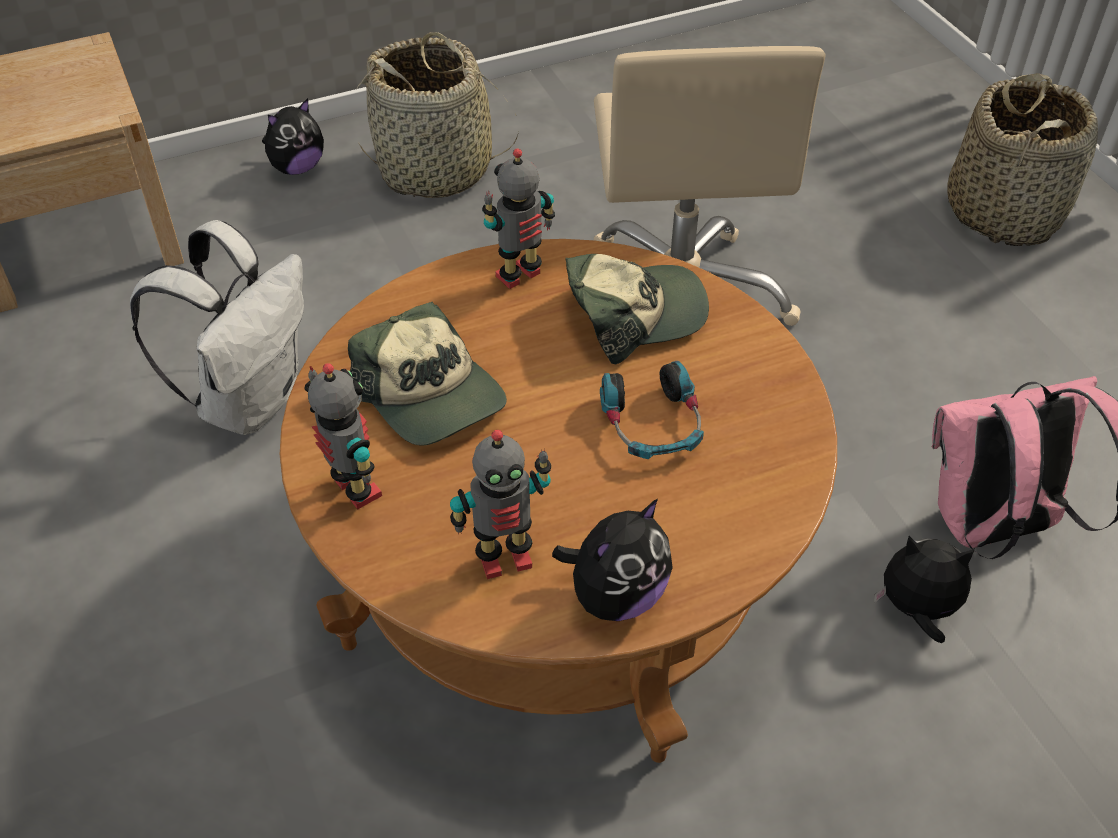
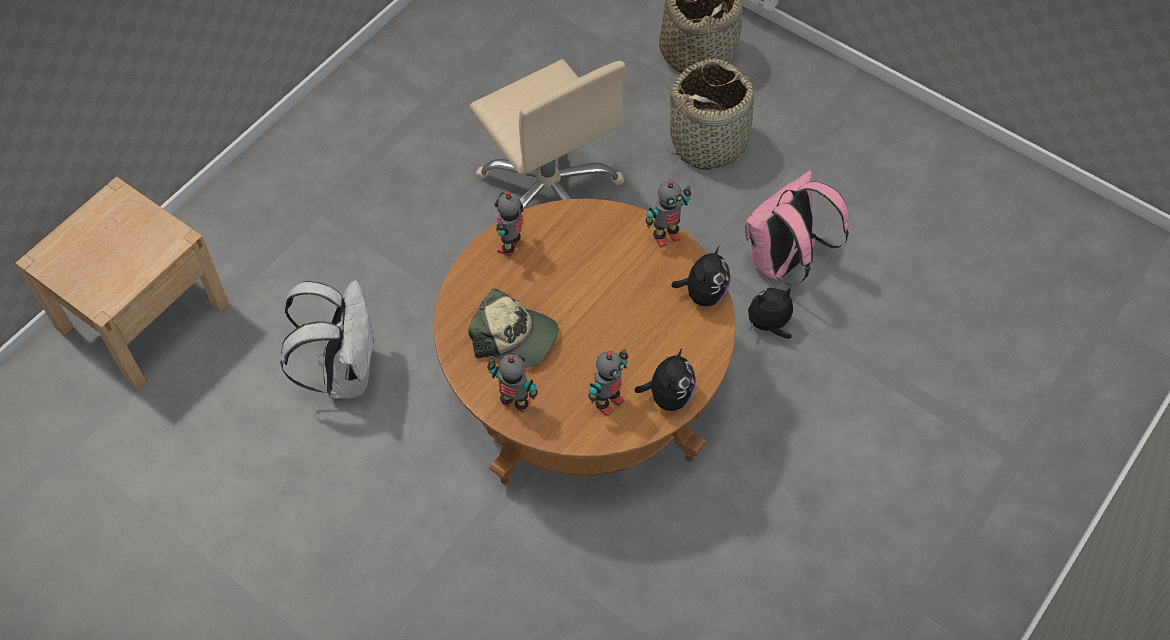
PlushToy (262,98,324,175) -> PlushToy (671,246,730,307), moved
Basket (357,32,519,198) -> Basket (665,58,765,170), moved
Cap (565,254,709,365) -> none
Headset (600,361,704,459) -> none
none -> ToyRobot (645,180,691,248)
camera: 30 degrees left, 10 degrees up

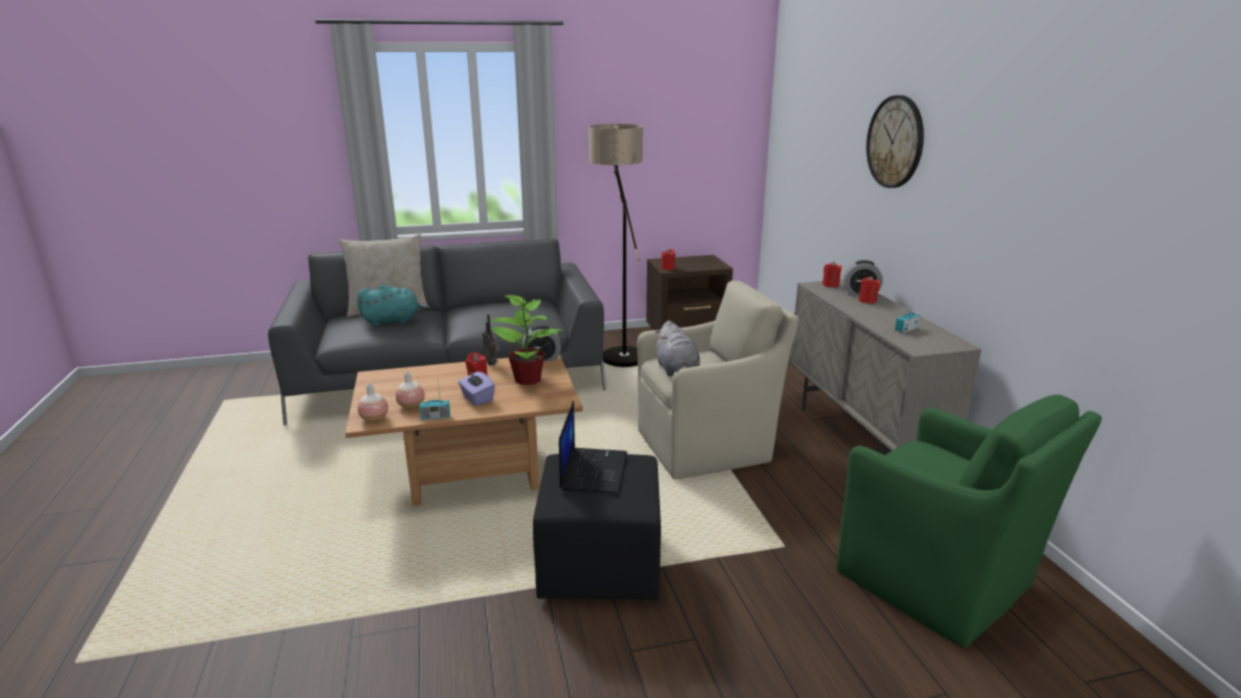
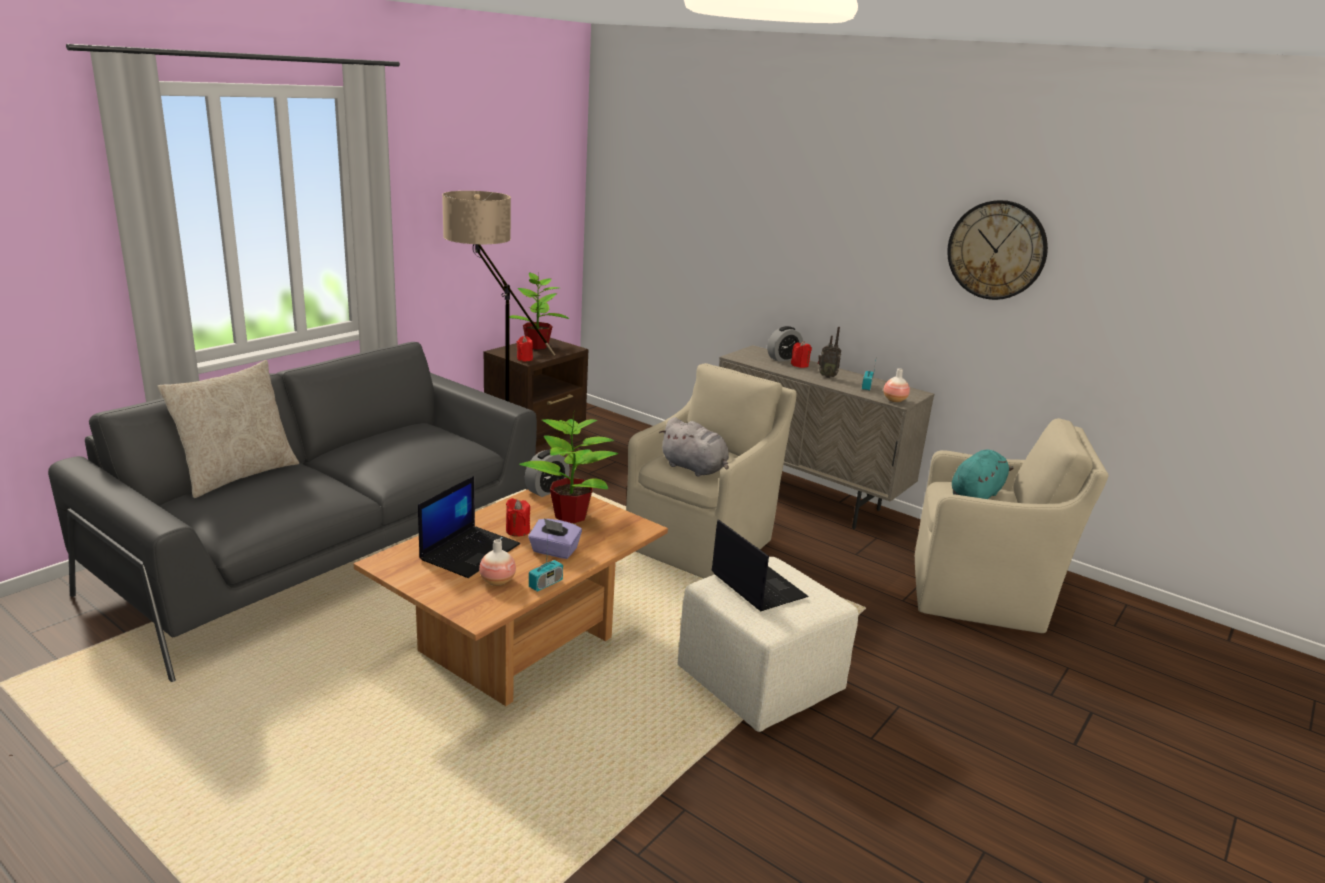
BlueGreenPlushToy (357,285,430,326) -> BlueGreenPlushToy (952,450,1014,499), moved
FlowerVase (358,384,388,422) -> FlowerVase (883,368,910,402), moved
Radio (482,314,499,366) -> Radio (817,327,841,378), moved
BlackishFootrest (533,454,661,600) -> BeigeFootrest (678,557,858,732)
ReddishCandle (822,261,842,287) -> none
GreenColouredLoungeChair (836,395,1102,648) -> BeigeLoungeChair (915,418,1108,633)
HangingClock (866,95,924,188) -> HangingClock (947,200,1048,300), moved
none -> PortableComputer (418,476,520,578)
none -> PlantInAPot (509,272,569,349)
camera: 40 degrees left, 0 degrees up

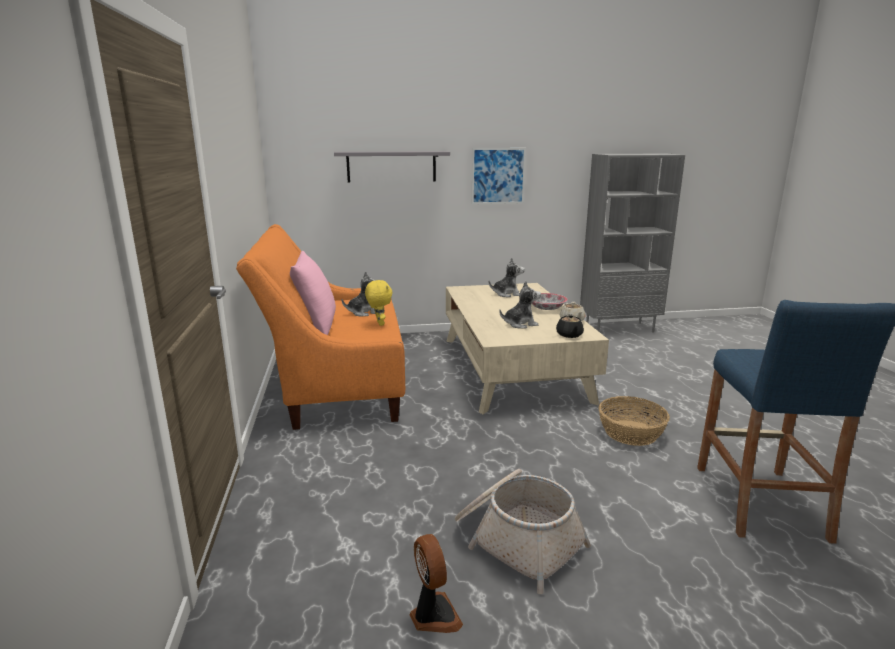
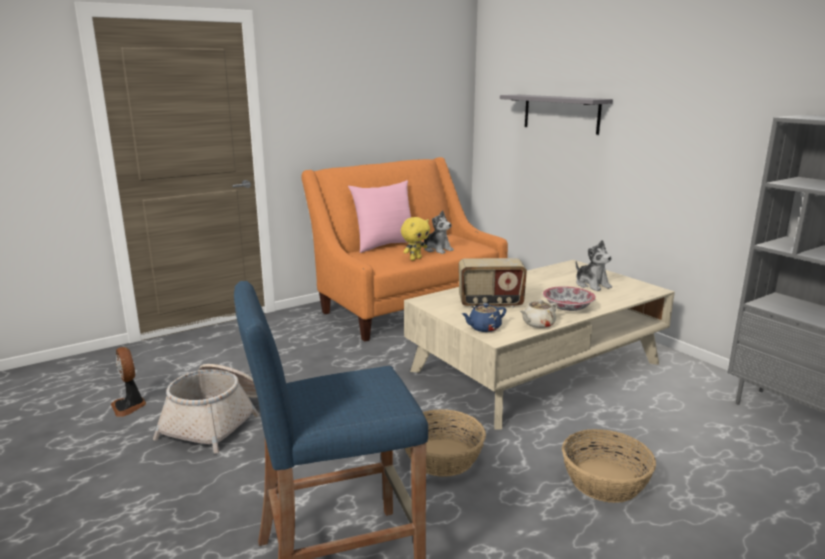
ElectricFan (410,534,463,633) -> ElectricFan (111,347,147,417), 105 degrees clockwise
Picture (472,148,526,204) -> none
PlushToy (499,281,541,329) -> Radio (459,258,527,308)
BlackishTeaPot (556,314,584,338) -> BlueColouredTeaPot (462,303,506,332)
none -> Basket (562,429,656,503)
camera: 65 degrees right, 0 degrees up

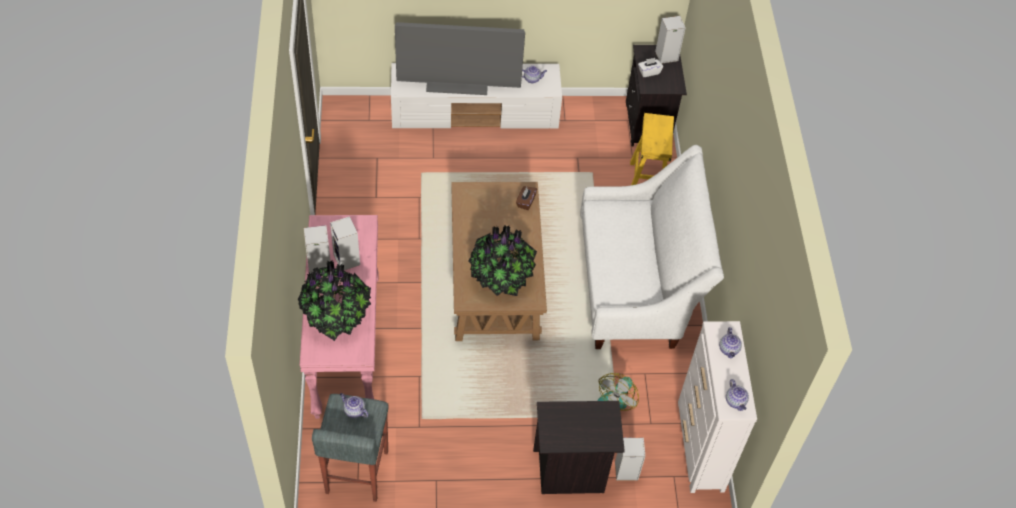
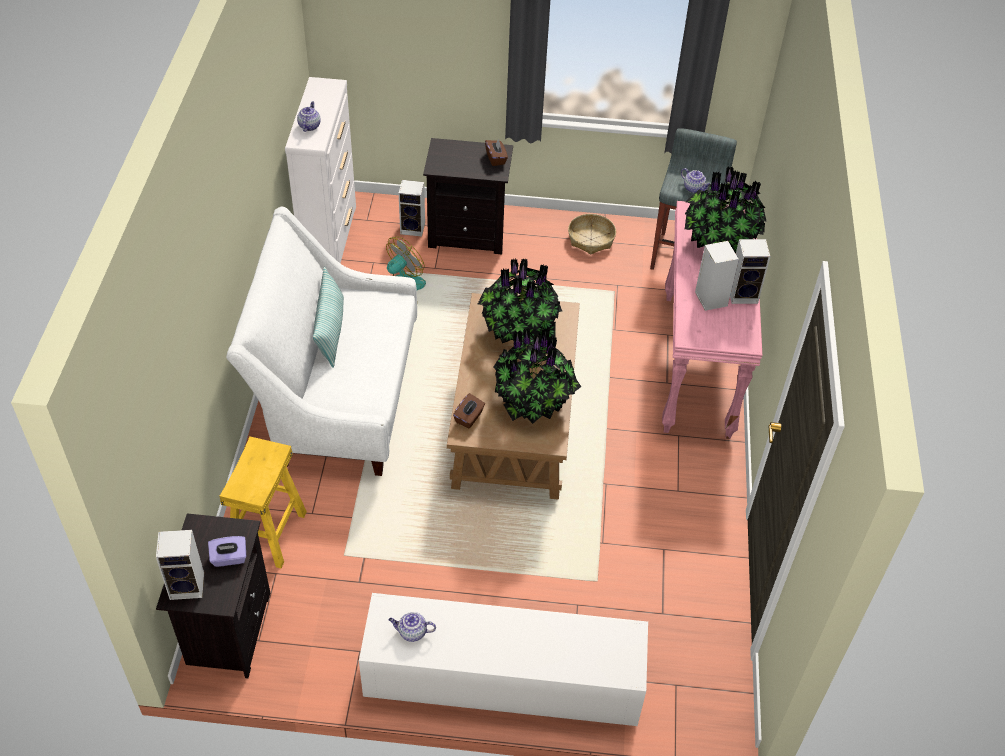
Television (395,22,525,95) -> none
WhiteColouredTissueBox (638,58,663,77) -> PurplishTissueBox (208,536,246,567)
TeaPot (726,379,749,411) -> none
none -> Cushion (313,267,344,368)
none -> BrownColouredTissueBox (485,138,508,166)
none -> PlantInAPot (494,328,581,424)
none -> Basket (568,214,616,255)
camera: 170 degrees left, 5 degrees down

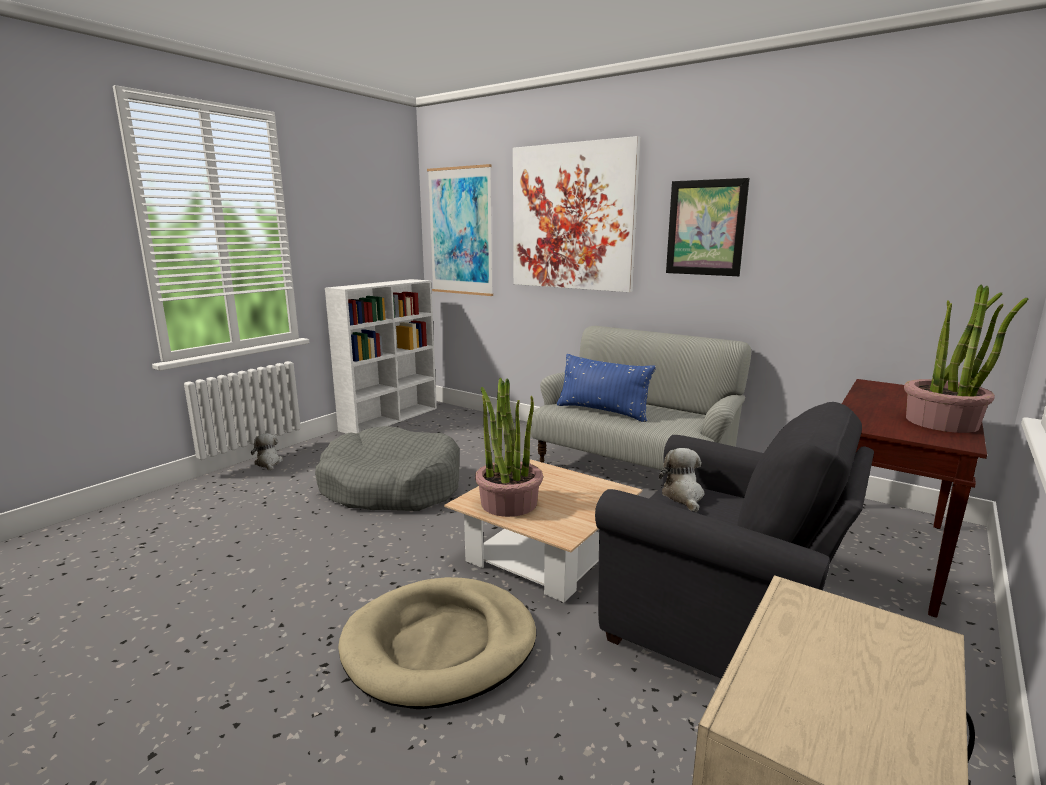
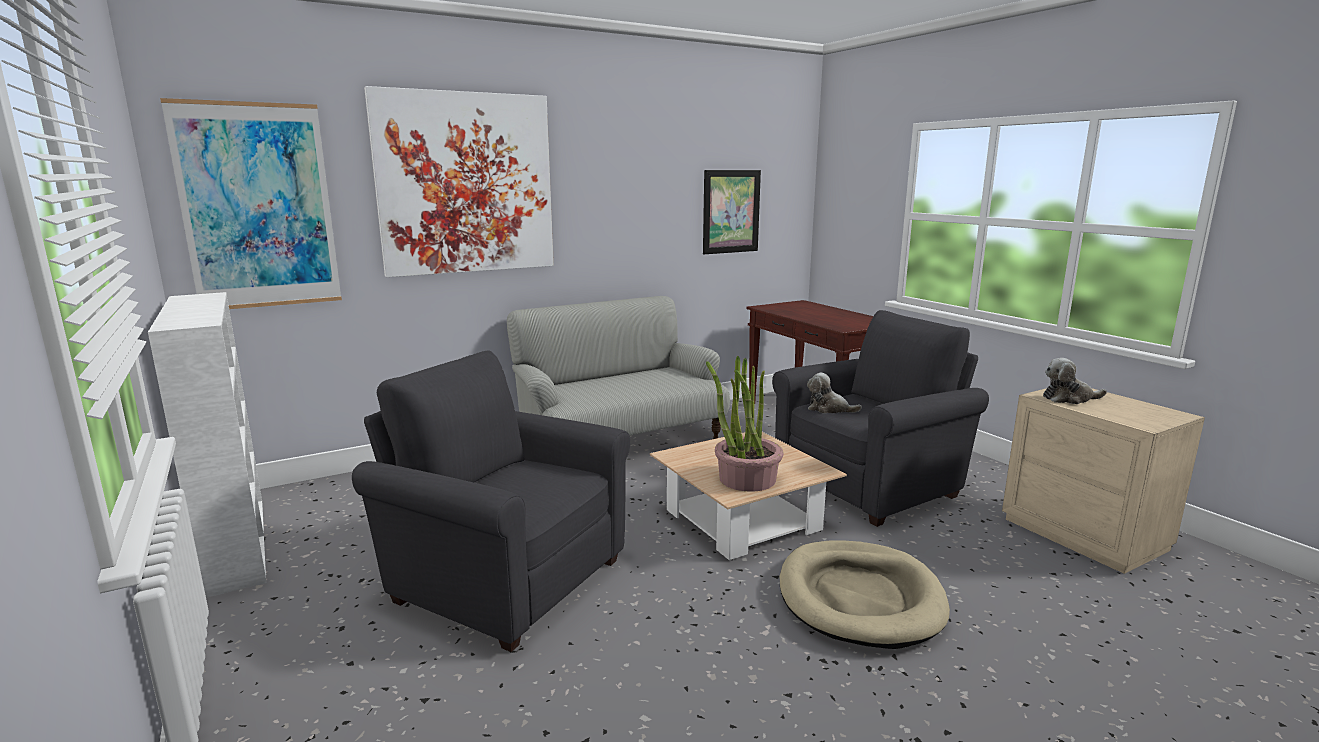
PlushToy (251,433,283,471) -> PlushToy (1043,358,1107,404), moved
GreyDogCushion (315,426,460,511) -> GreyLoungeChair (352,351,630,652)
BlueColouredCushion (557,354,656,422) -> none
Picture (666,178,749,276) -> Picture (703,170,761,254), moved
PlantInAPot (904,285,1028,433) -> none
camera: 65 degrees left, 0 degrees up

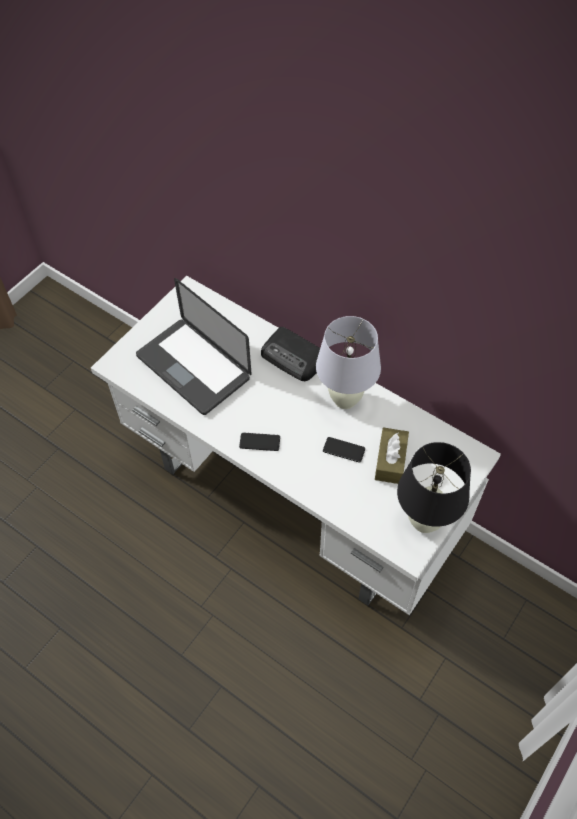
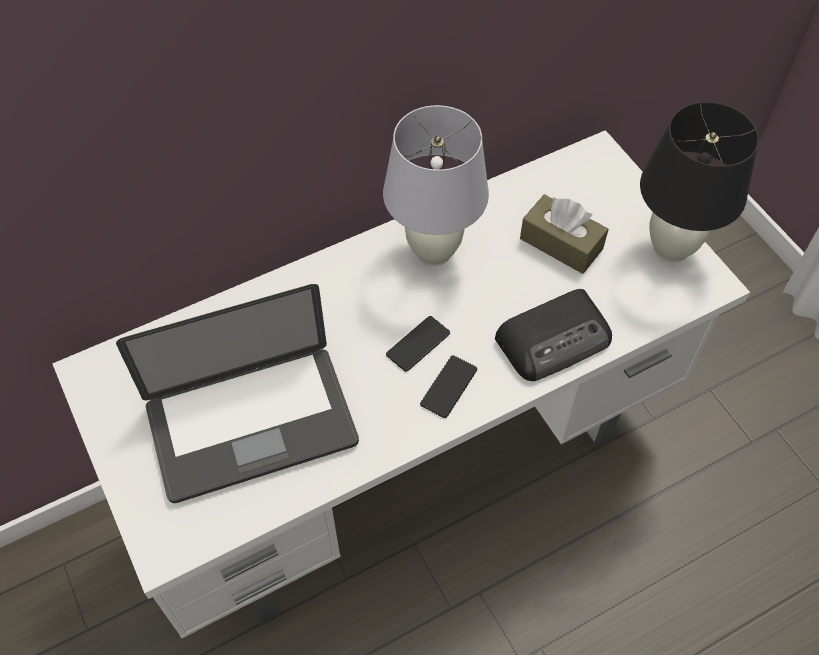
Radio (261,327,320,381) -> Radio (495,289,612,381), moved
Telephone (323,437,365,463) -> Telephone (386,316,450,372), moved
camera: 65 degrees left, 0 degrees up

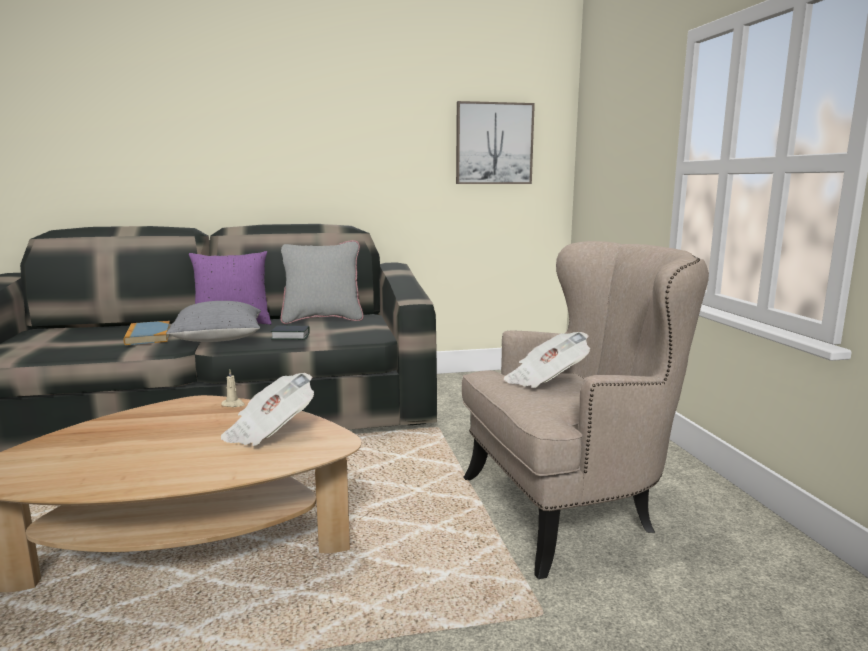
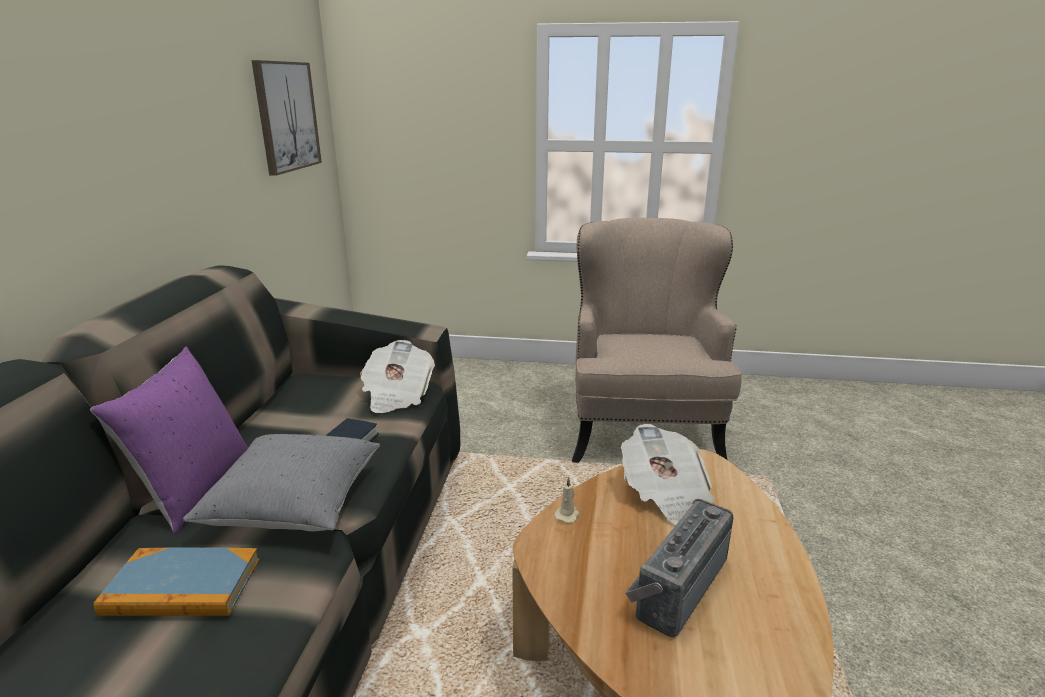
GreyCushion (280,240,363,324) -> none
DailyPaper (504,332,590,388) -> DailyPaper (360,340,435,413), moved
none -> Radio (625,499,733,638)
camera: 70 degrees left, 10 degrees up

